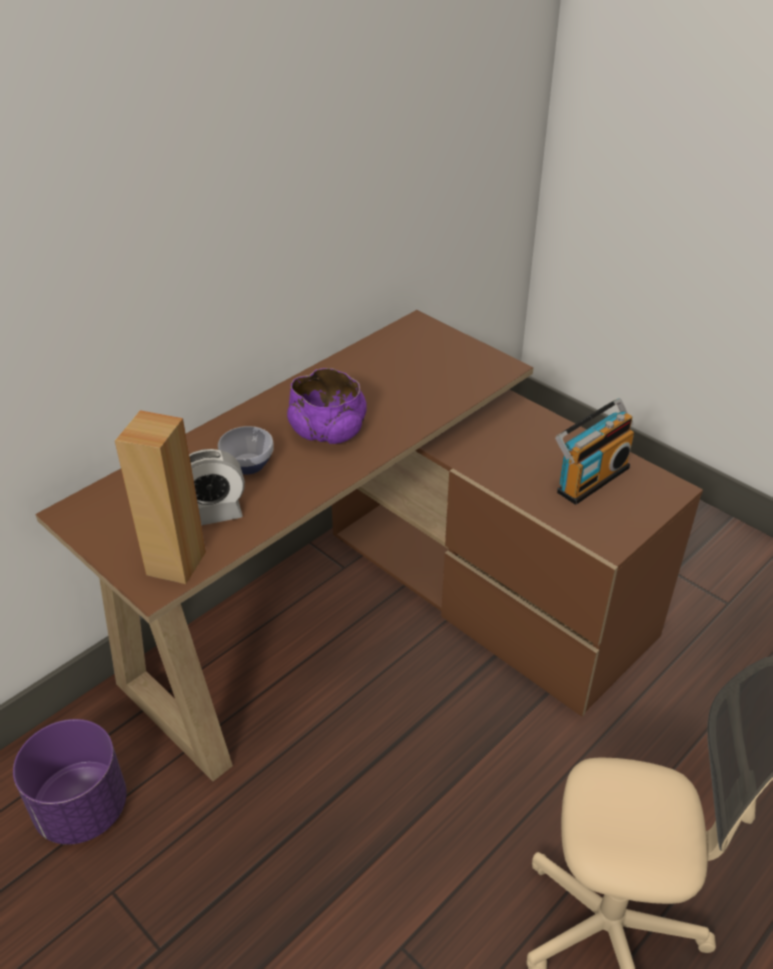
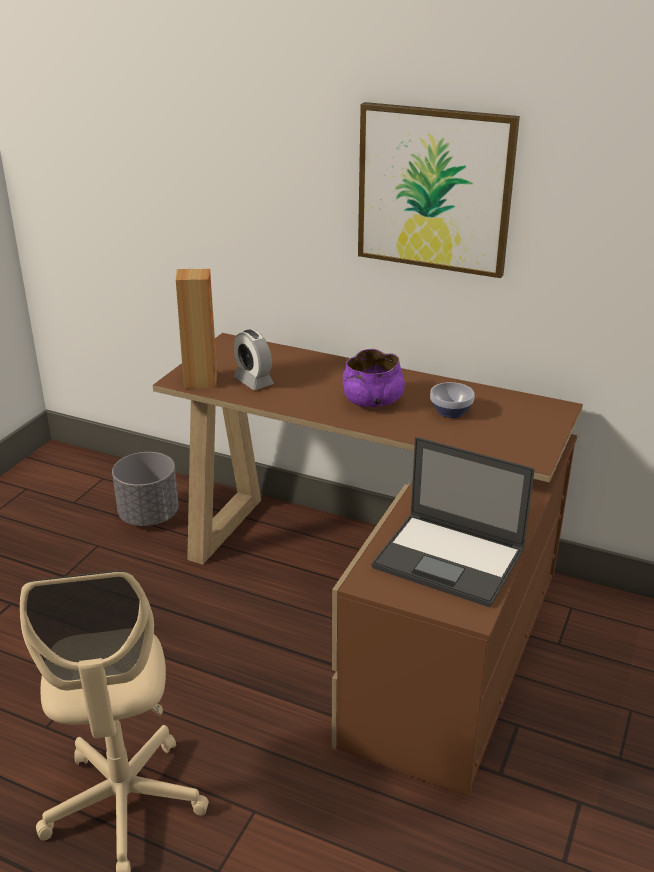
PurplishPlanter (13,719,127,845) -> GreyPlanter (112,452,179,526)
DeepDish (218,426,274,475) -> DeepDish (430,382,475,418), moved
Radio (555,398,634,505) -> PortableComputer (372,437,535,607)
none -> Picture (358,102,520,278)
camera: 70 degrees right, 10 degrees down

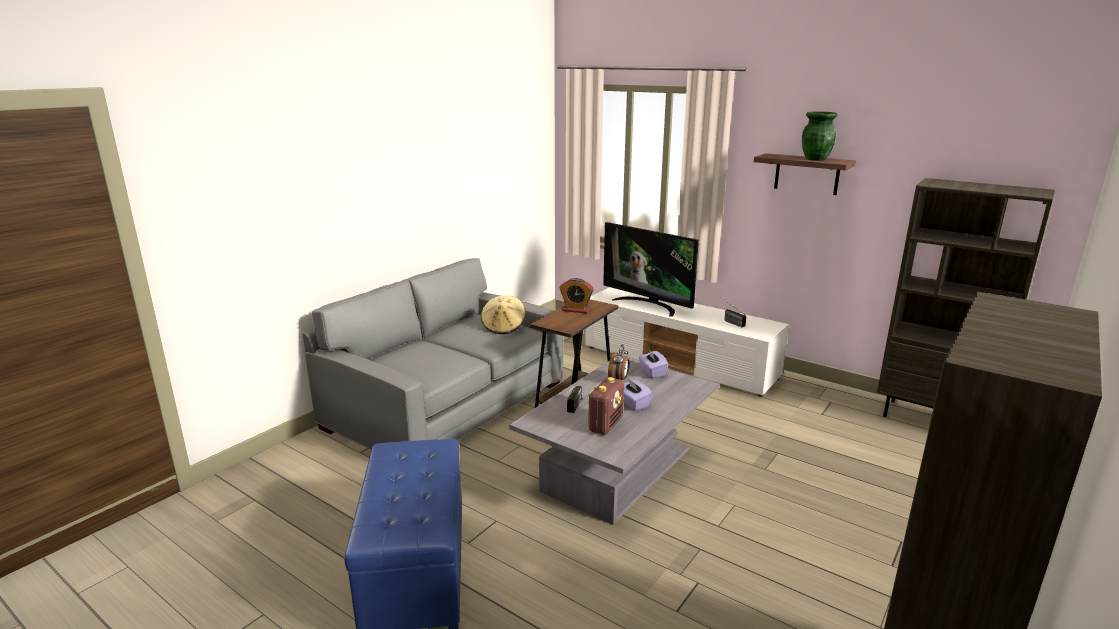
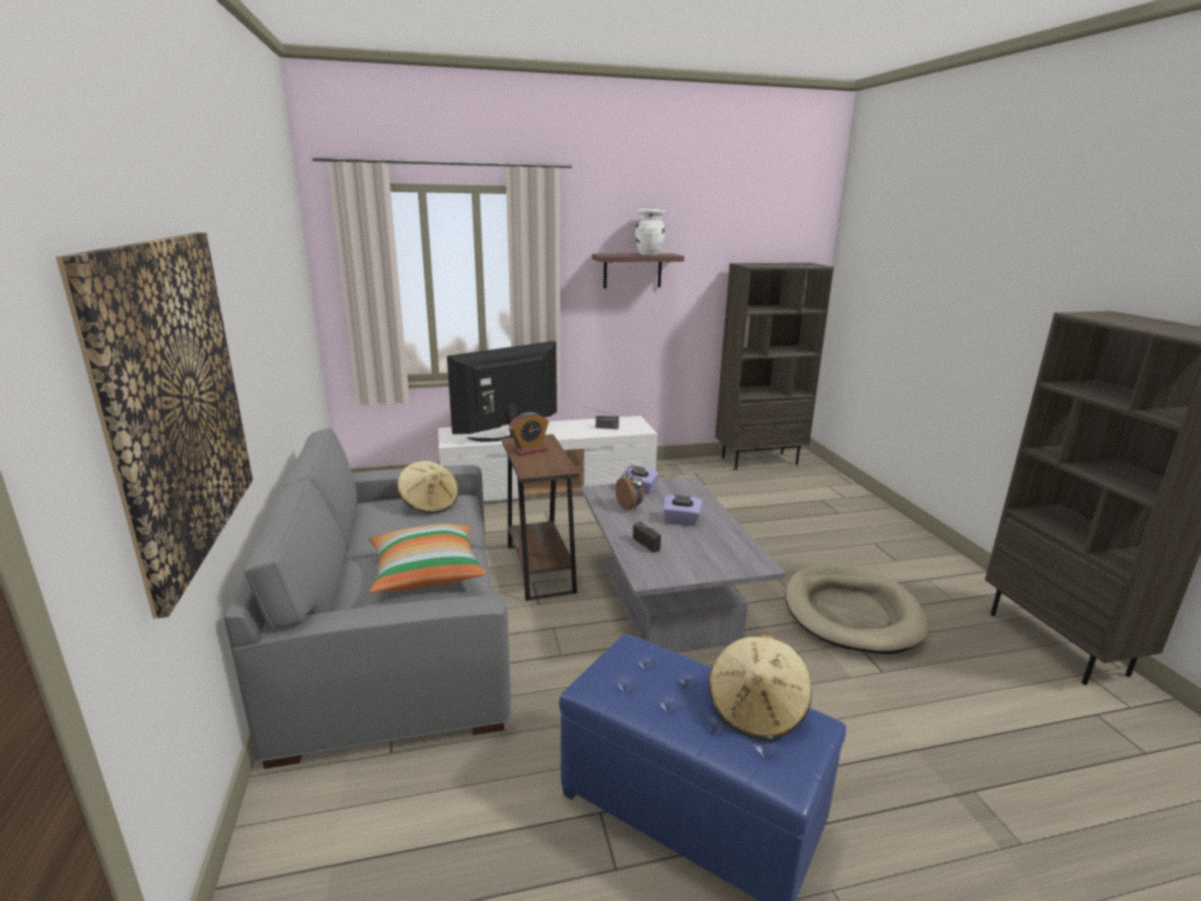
Radio (588,377,624,435) -> none
Television (603,222,699,317) -> Television (447,341,557,442), 150 degrees clockwise
GreenColouredFlowerVase (802,112,838,161) -> WhiteColouredFlowerVase (635,209,665,255)
none -> Picture (56,232,253,619)
none -> Cushion (368,524,486,593)
none -> BeigeHat (709,634,812,740)
none -> BeigeDogCushion (785,566,928,654)
camera: 50 degrees left, 0 degrees up

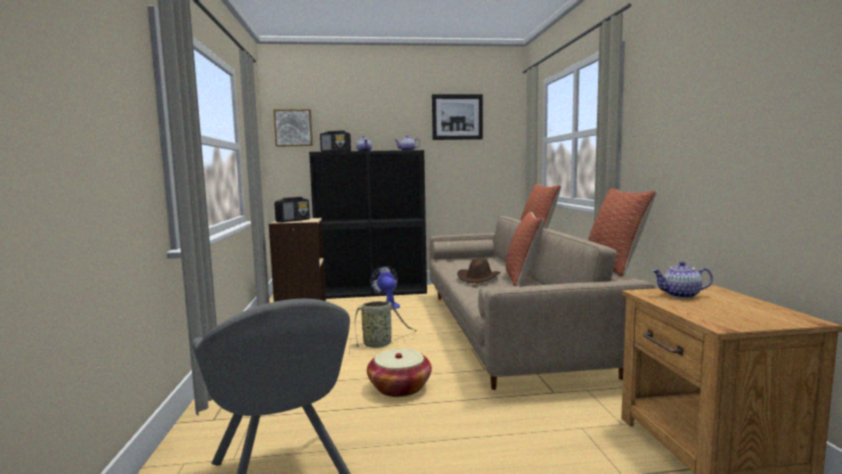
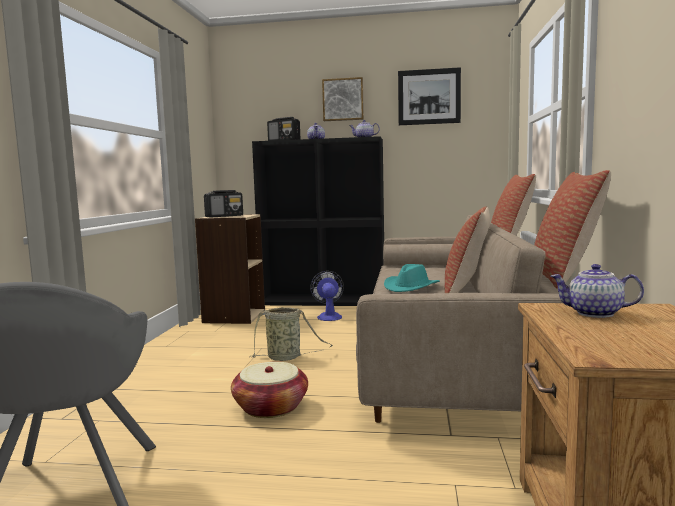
Picture (274,109,313,146) -> Picture (322,77,364,121), moved
BrownColouredHat (457,259,500,283) -> BlueGreenHat (384,264,440,292)
camera: 15 degrees right, 0 degrees up

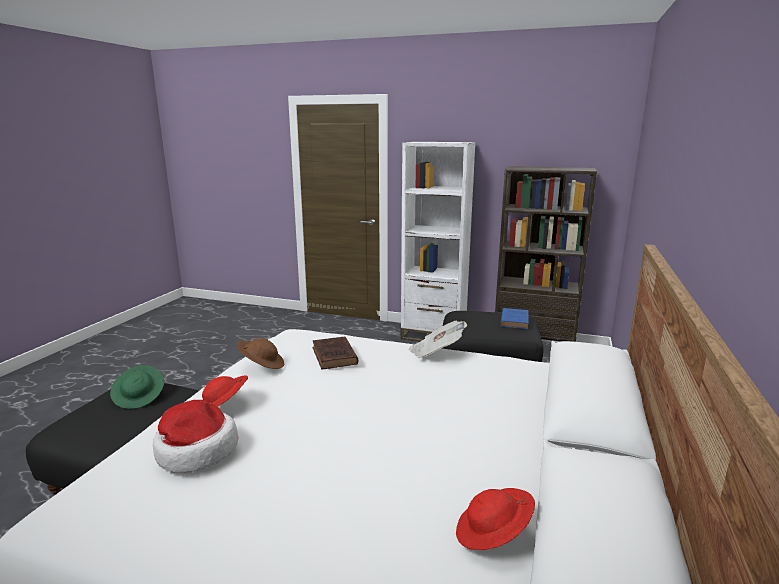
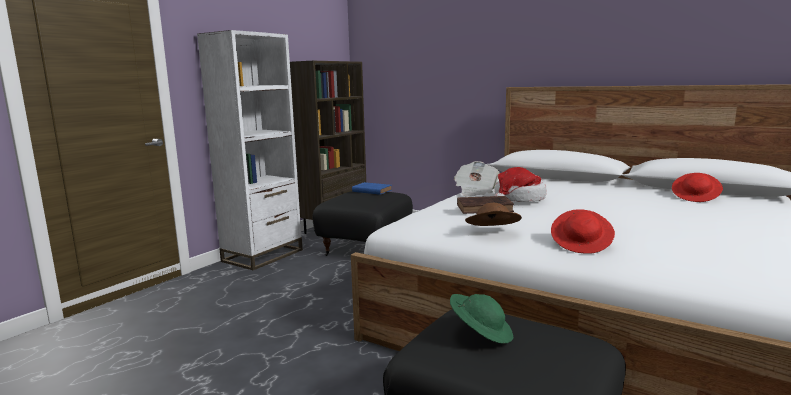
Hat (153,400,238,473) -> Hat (494,167,546,202), moved
camera: 75 degrees left, 5 degrees down

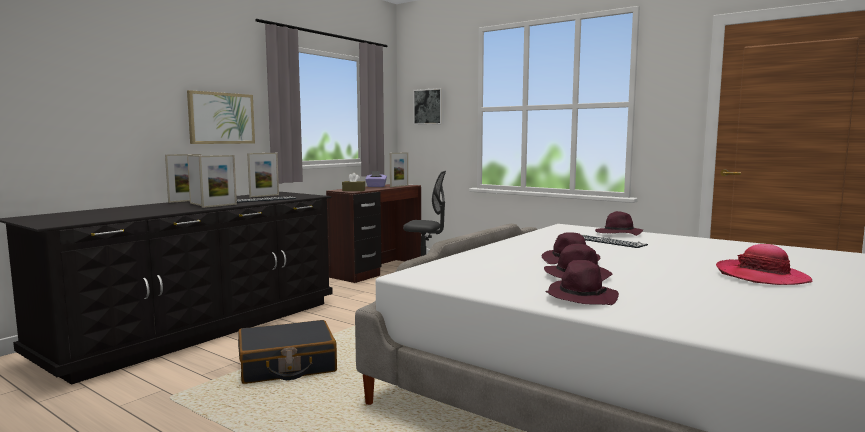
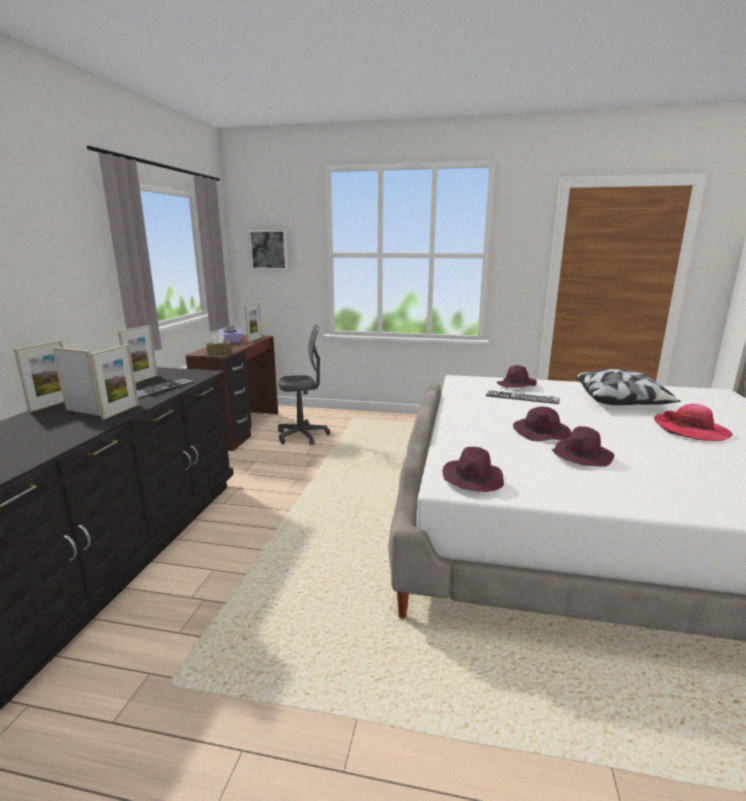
Picture (187,90,255,144) -> none
BlackishPieceOfLuggage (238,320,337,384) -> none
PurplishHat (545,260,619,305) -> PurplishHat (443,447,504,492), moved
none -> Cushion (576,369,680,405)
camera: 25 degrees left, 10 degrees up

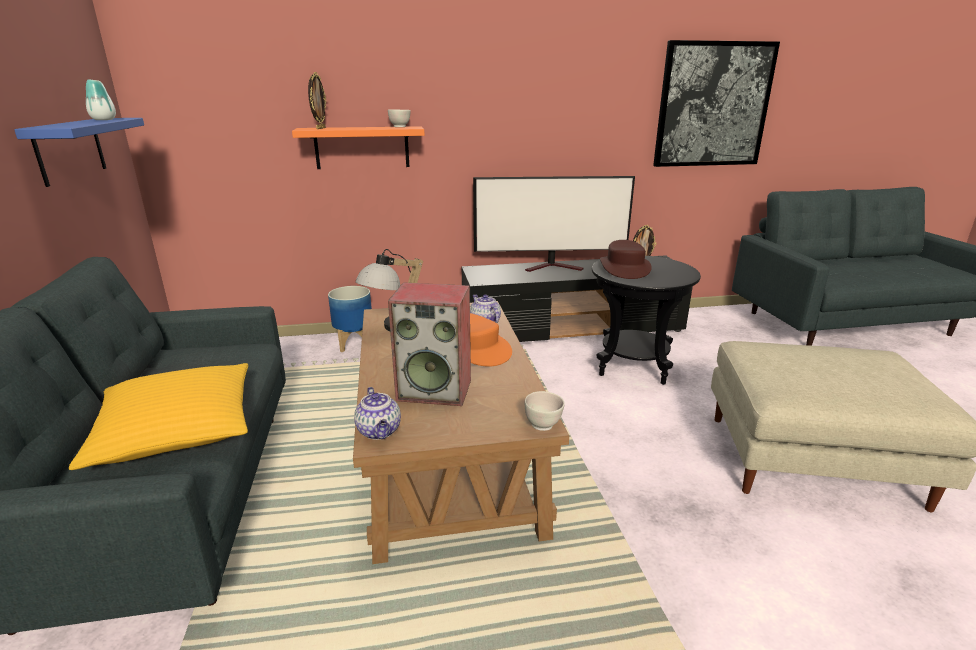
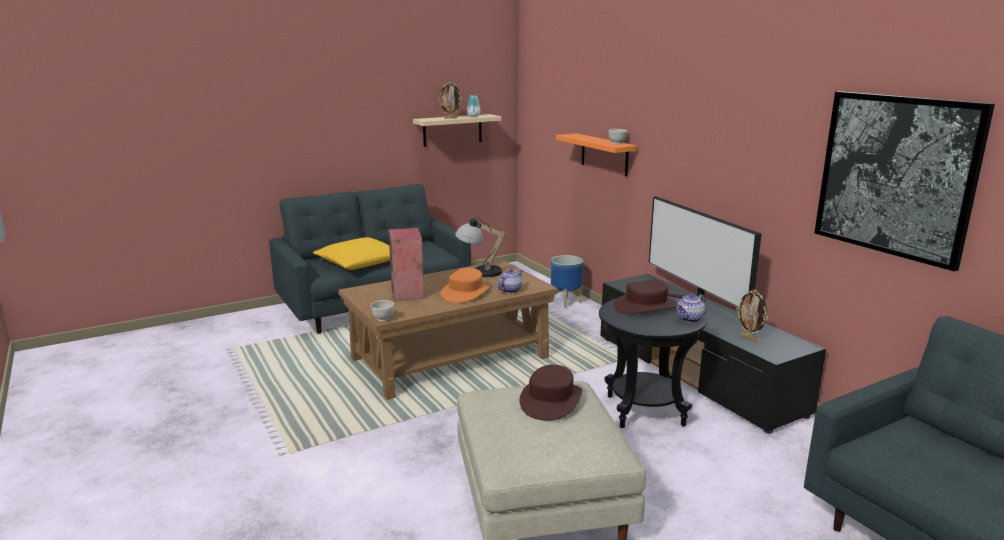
BlueColouredBracketShelf (14,118,144,187) -> BeigeBracketShelf (413,114,501,147)
StandingFrame (308,72,326,129) -> StandingFrame (439,82,462,119), moved
TeaPot (354,387,401,440) -> TeaPot (677,294,705,323), moved
none -> BrownColouredHat (520,365,582,421)
camera: 70 degrees right, 5 degrees down

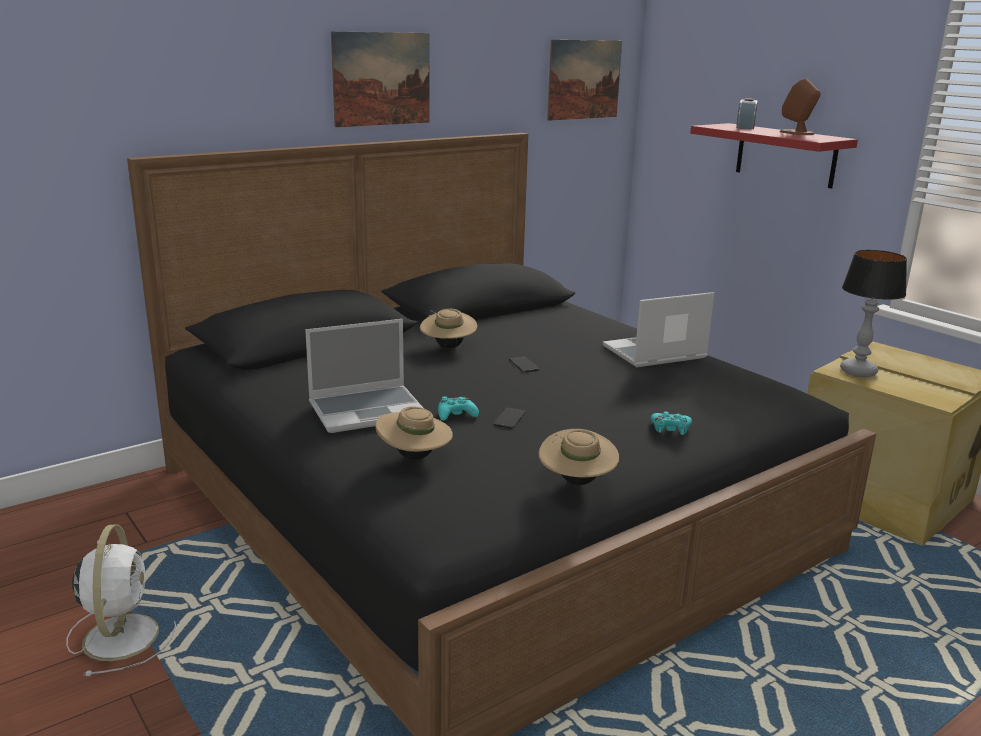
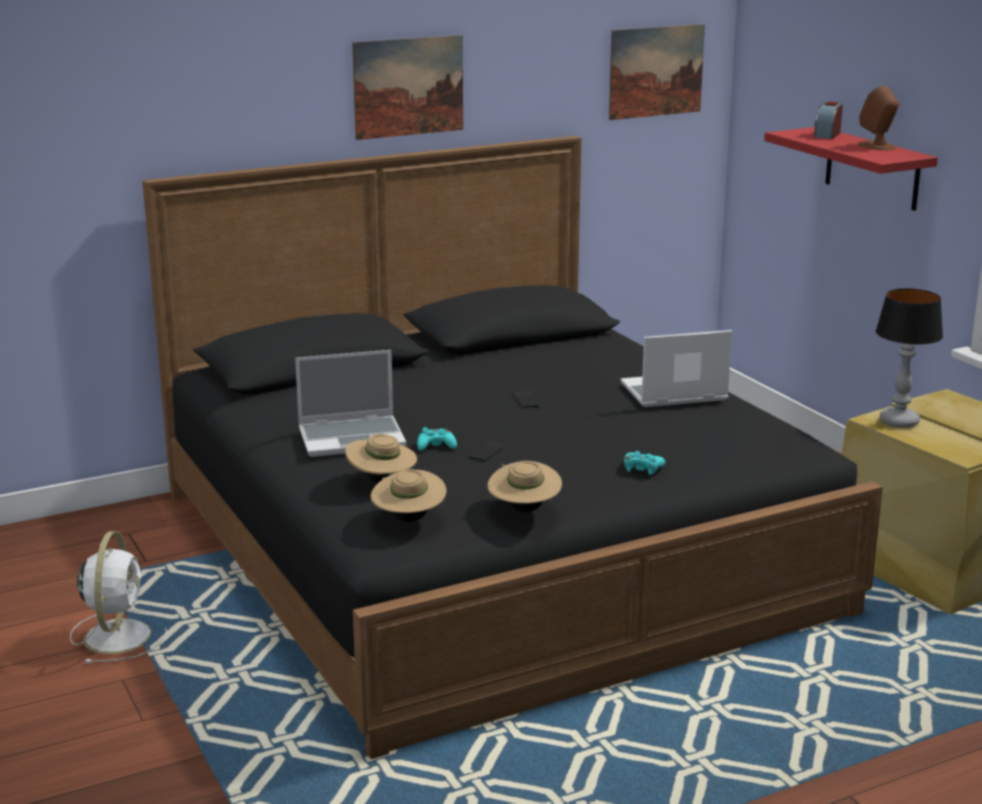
BeigeHat (420,309,477,348) -> BeigeHat (371,469,446,522), moved
camera: 10 degrees right, 0 degrees up

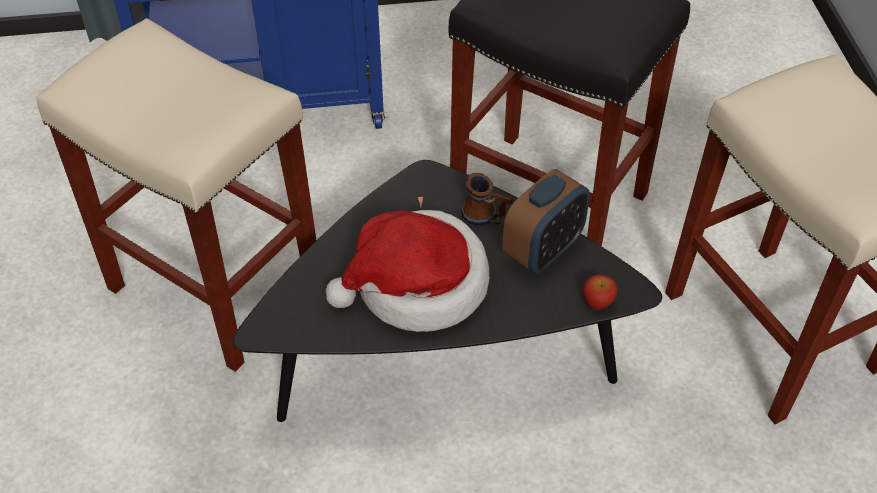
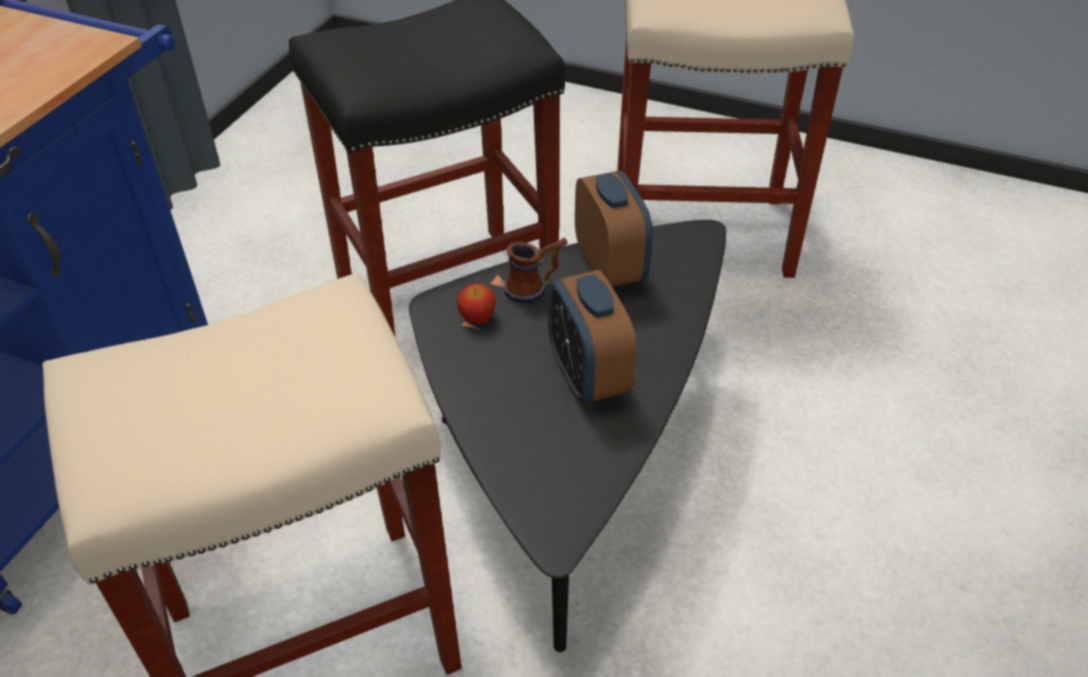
Hat (325,210,489,332) -> TableClock (548,270,636,404)
AppleFruit (583,274,617,310) -> AppleFruit (457,283,496,325), moved
camera: 60 degrees left, 5 degrees down

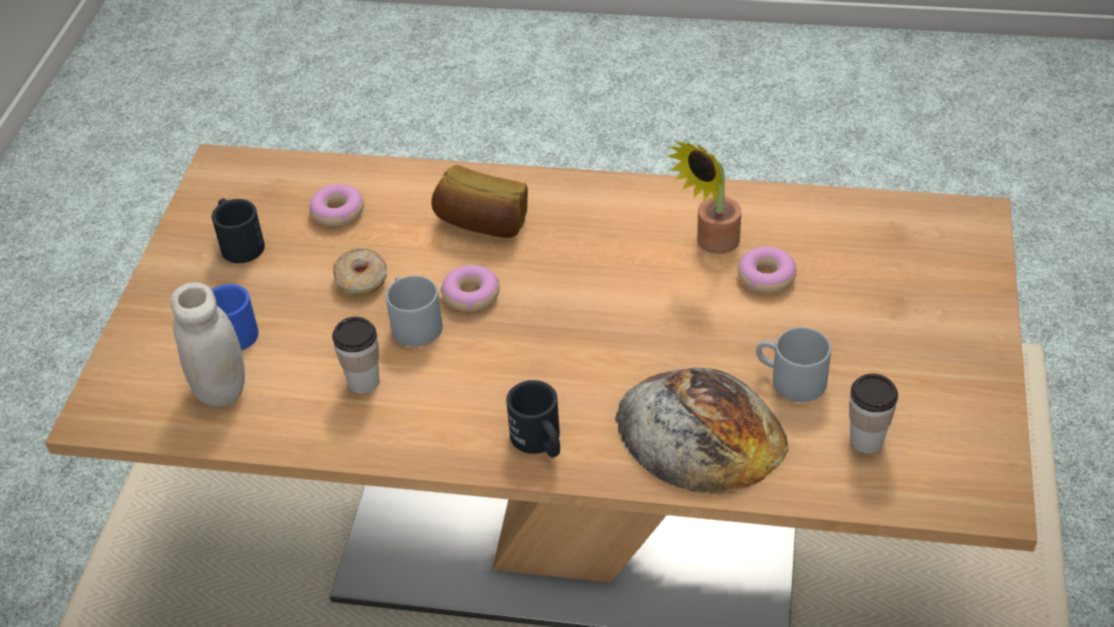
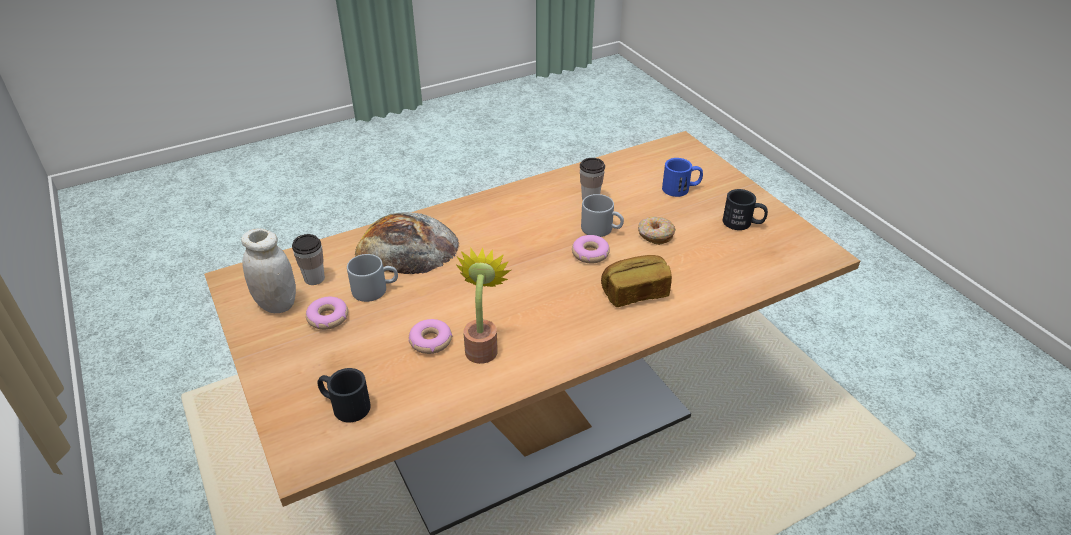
WhiteColouredPreserveJar (171,282,245,407) -> WhiteColouredPreserveJar (241,228,296,313), moved
Doughnut (309,184,364,227) -> Doughnut (306,297,348,330), moved
BlackishMug (506,380,560,458) -> BlackishMug (317,368,371,422), moved
camera: 140 degrees right, 5 degrees down

